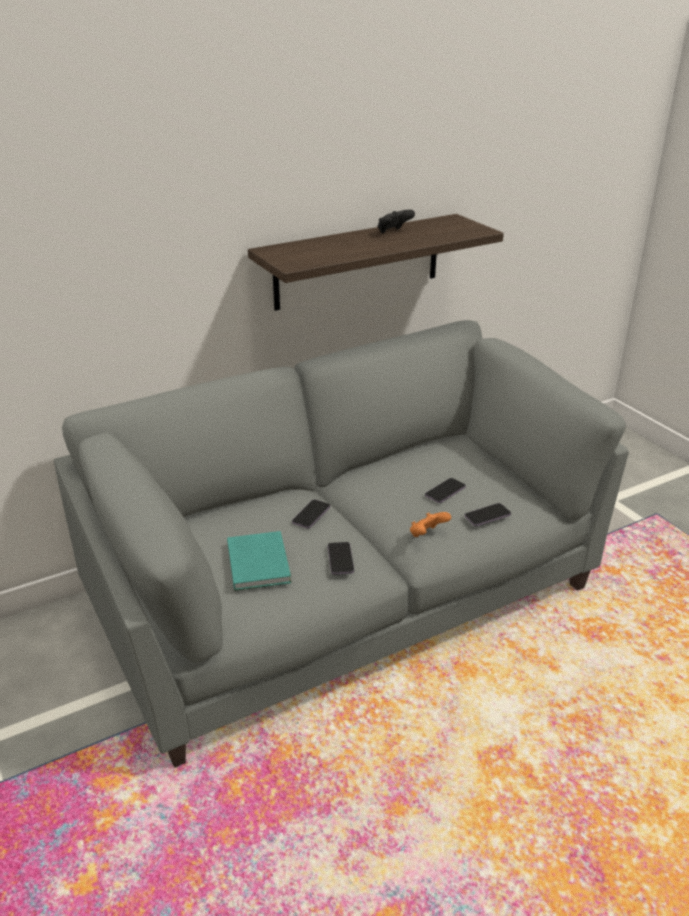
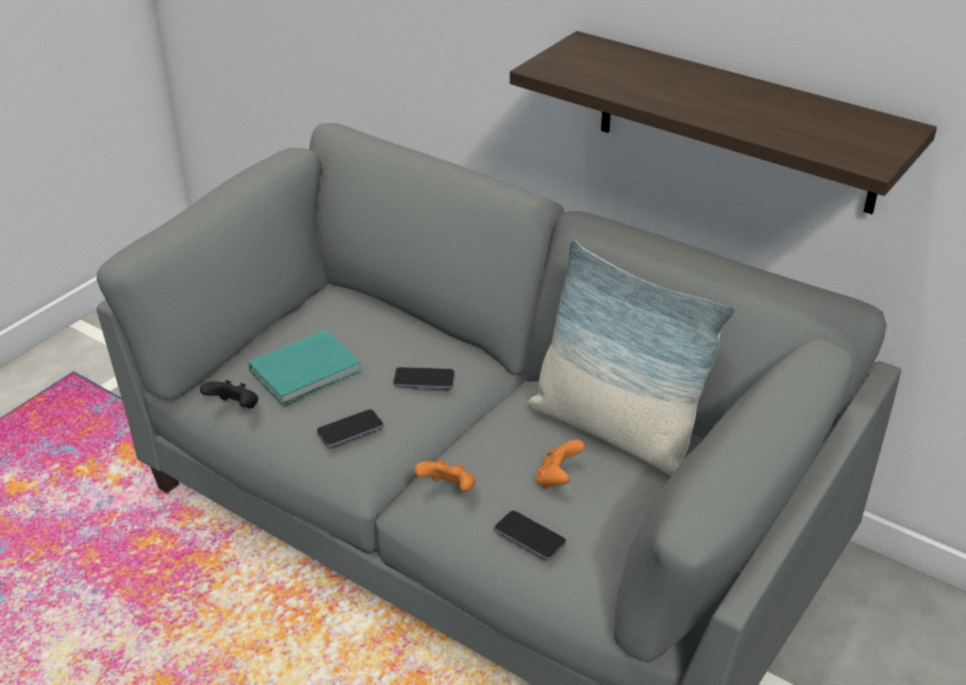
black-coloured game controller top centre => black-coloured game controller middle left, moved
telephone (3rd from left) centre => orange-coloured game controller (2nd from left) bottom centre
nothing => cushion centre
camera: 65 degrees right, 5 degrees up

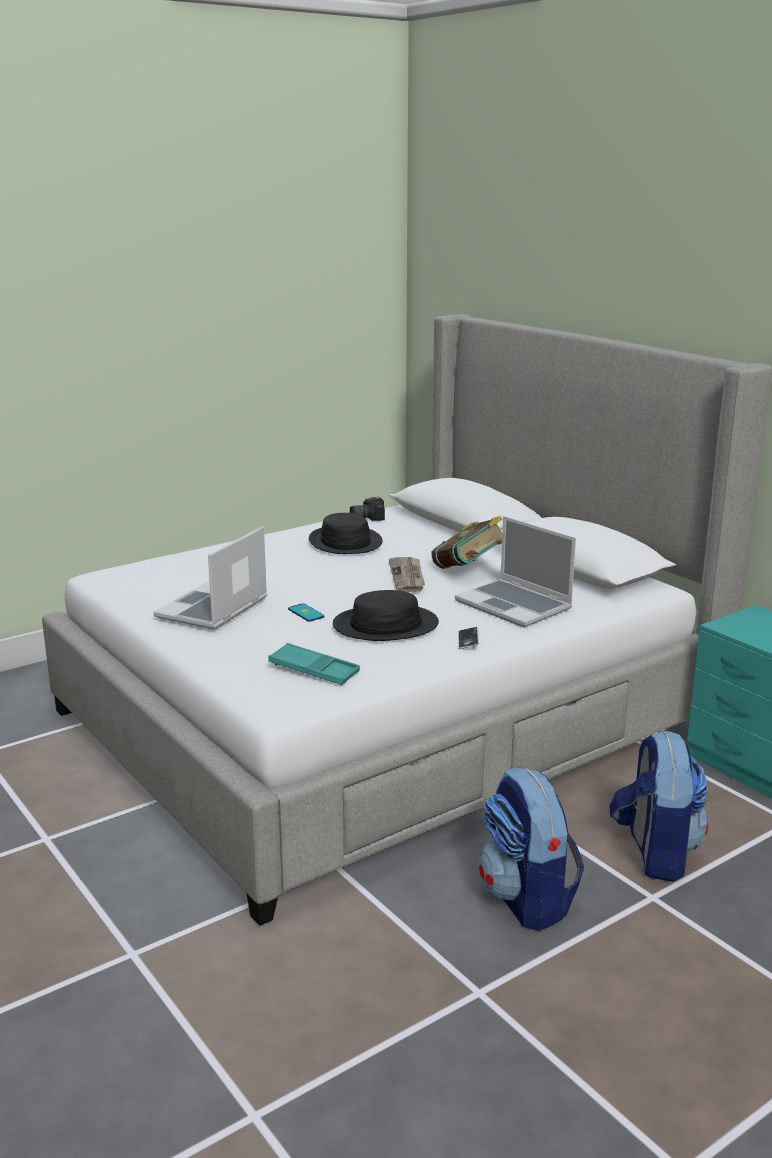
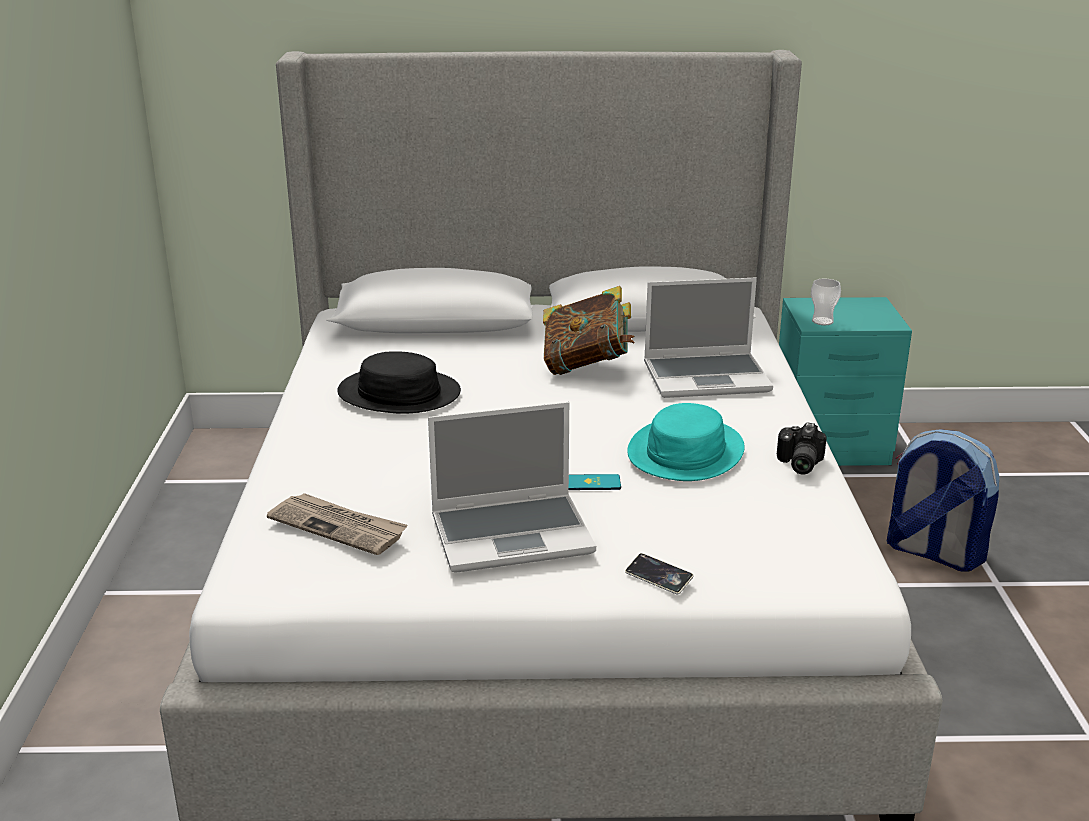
laptop (1st from left) middle left => laptop (1st from left) centre, 75 degrees counterclockwise
blue-green serving tray centre => nothing
black-coloured hat (2nd from left) centre => blue-green hat centre
still camera centre => still camera middle right, moved
newspaper centre => newspaper middle left, moved
telephone (2nd from left) centre => telephone (2nd from left) bottom centre, moved
backpack (1st from left) bottom right => nothing
nothing => small cup middle right
camera: 55 degrees left, 5 degrees up

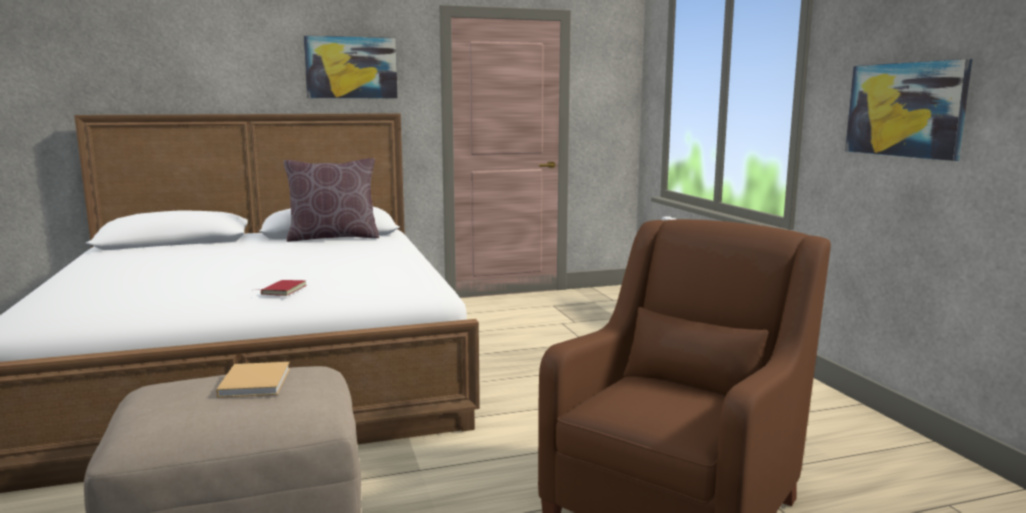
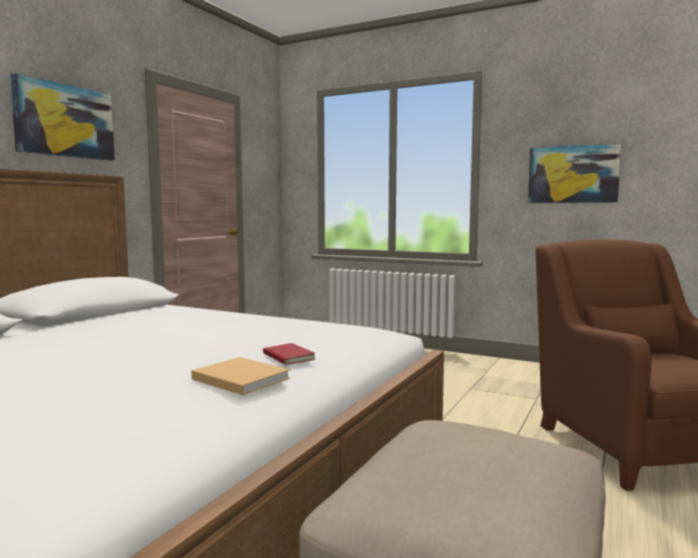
beige-coloured book bottom left => beige-coloured book bottom centre, moved
brownish cushion middle left => nothing
camera: 45 degrees left, 5 degrees down

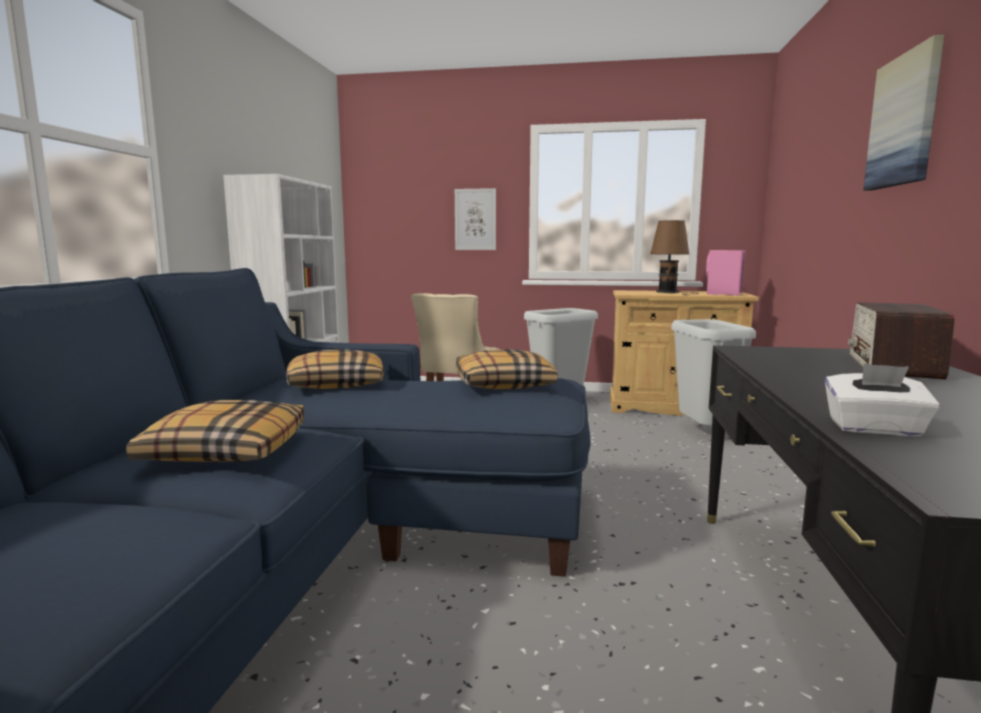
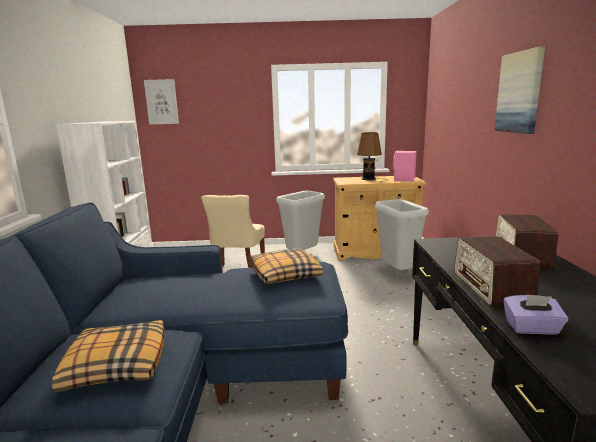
cushion (2nd from left) centre => nothing
wall art (1st from left) top centre => wall art (1st from left) top left, moved
whitish box of tissues middle right => purple box of tissues bottom right
nothing => radio (1st from left) middle right
camera: 10 degrees left, 5 degrees up

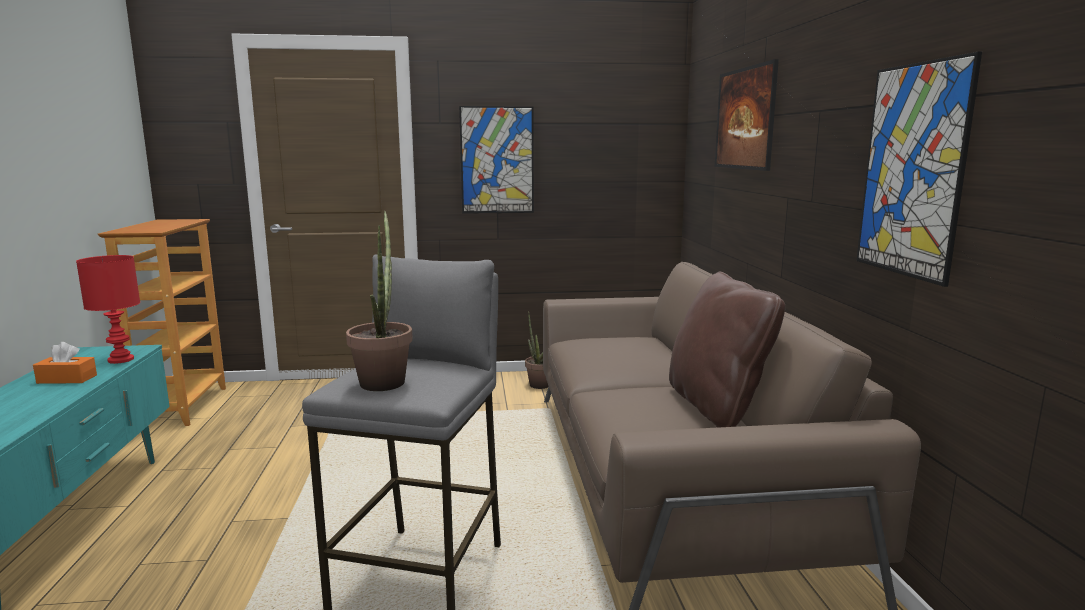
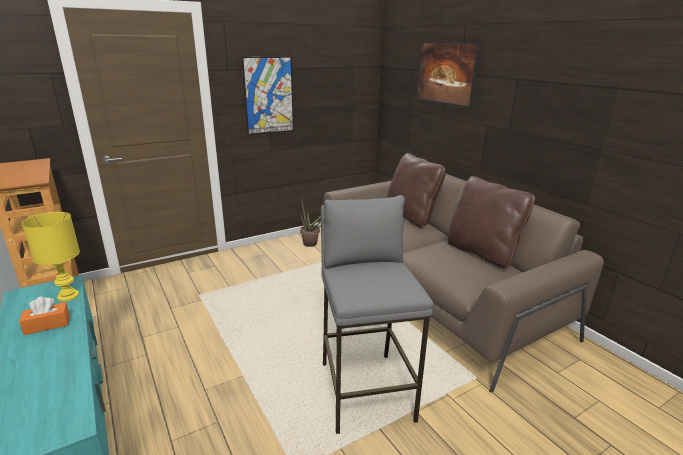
reddish tabletop lamp middle left => yellowish tabletop lamp middle left
potted plant (1st from left) centre => nothing
wall art (3rd from left) top right => nothing
nothing => brownish cushion (1st from left) centre
camera: 25 degrees left, 10 degrees up

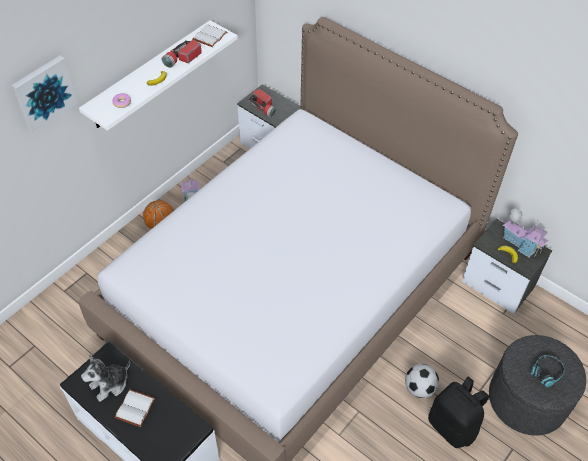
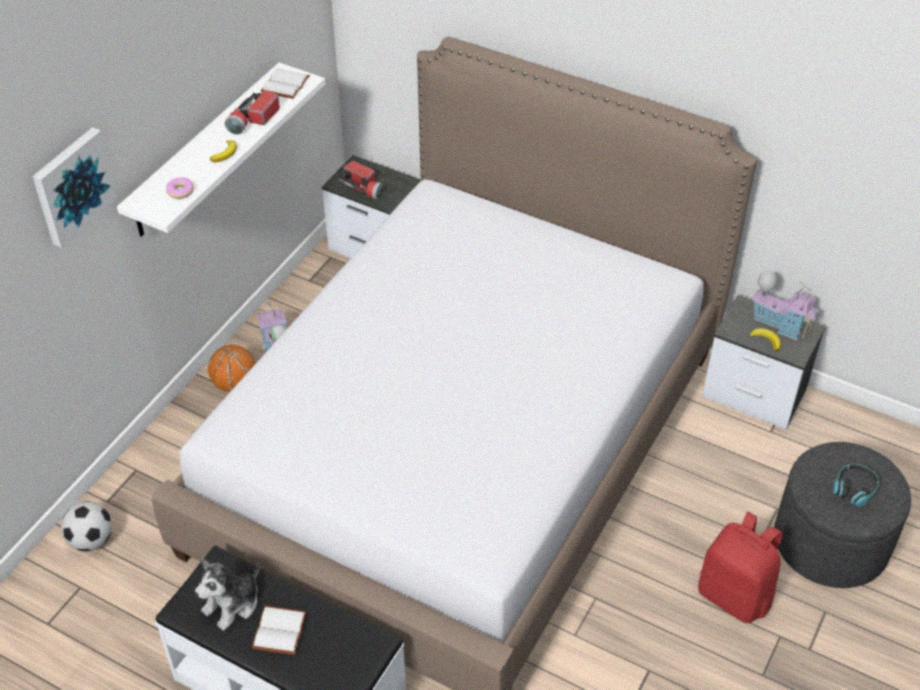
football bottom right => football bottom left, moved
black-coloured backpack bottom right => reddish backpack bottom right
camera: 10 degrees left, 5 degrees down

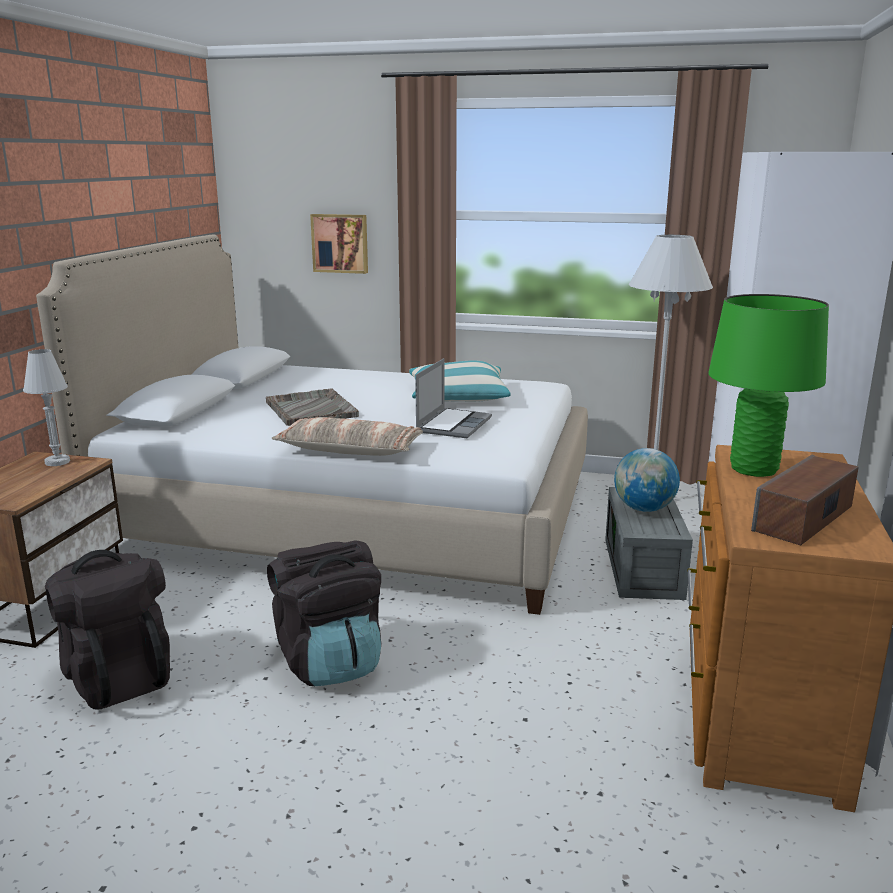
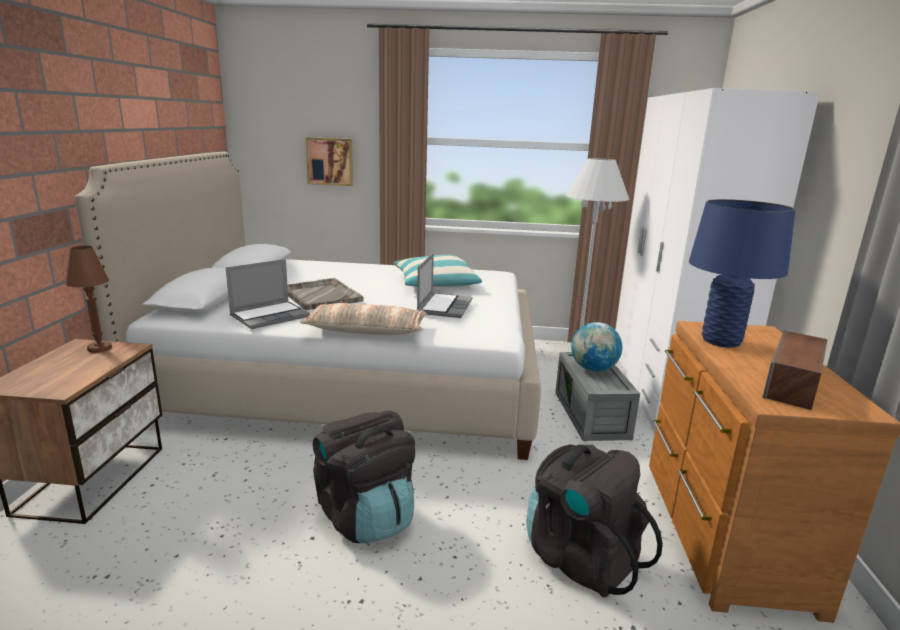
whitish tabletop lamp middle left => brownish tabletop lamp middle left
black-coloured backpack (1st from left in the first image) bottom left => black-coloured backpack (2nd from left) bottom centre, moved
green-coloured tabletop lamp middle right => bluish tabletop lamp middle right
nothing => laptop (1st from left) middle left
camera: 10 degrees left, 0 degrees up

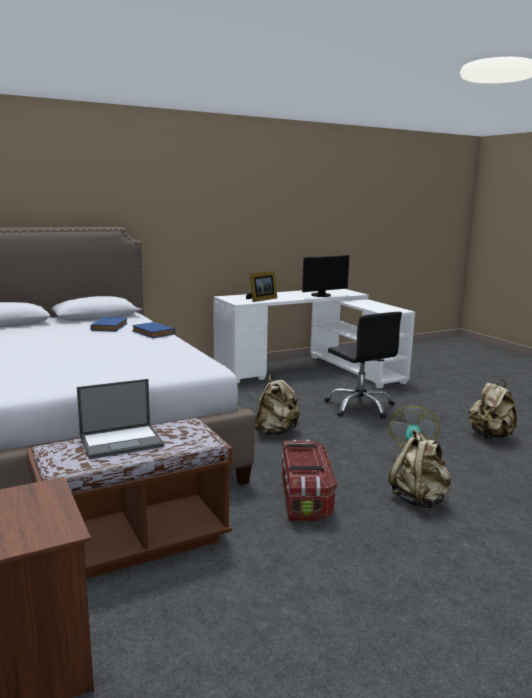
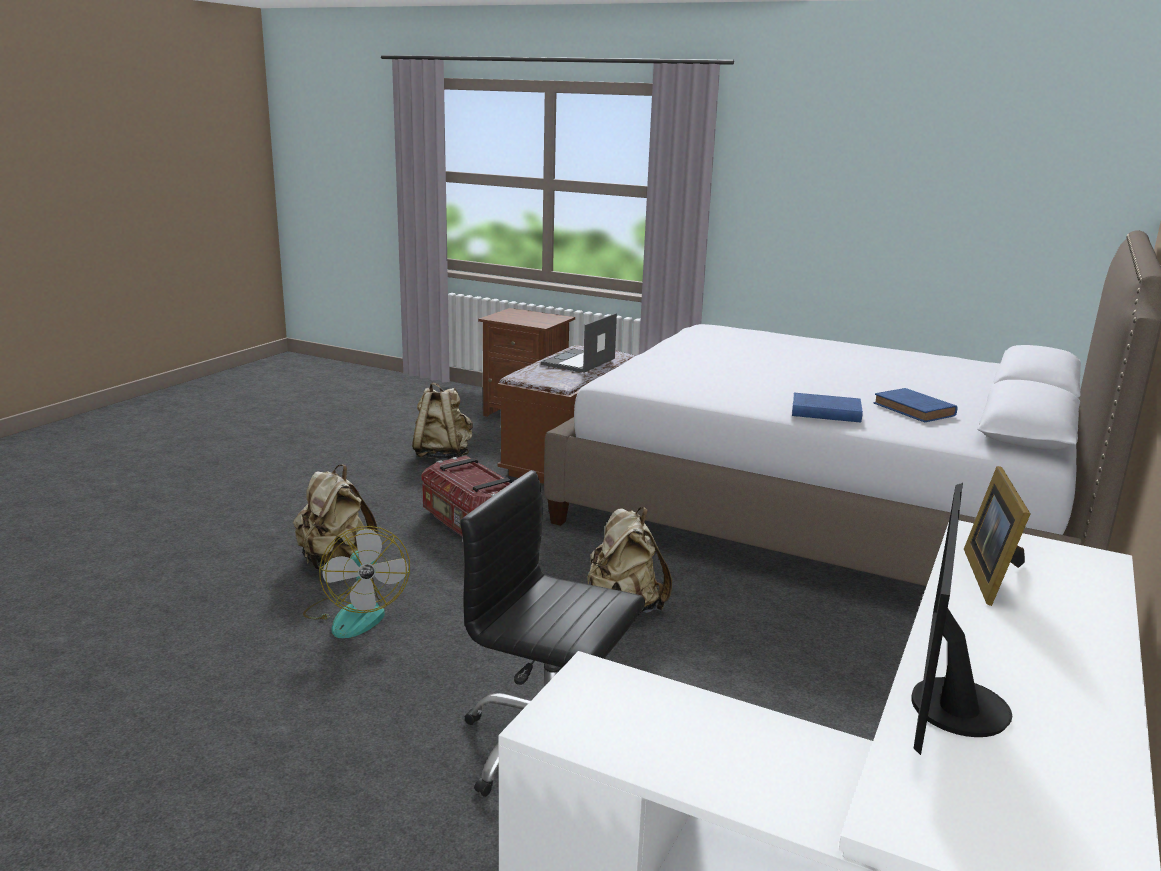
beige-coloured backpack (3rd from left in the first image) middle right => beige-coloured backpack (2nd from left) centre, moved
camera: 145 degrees right, 5 degrees up

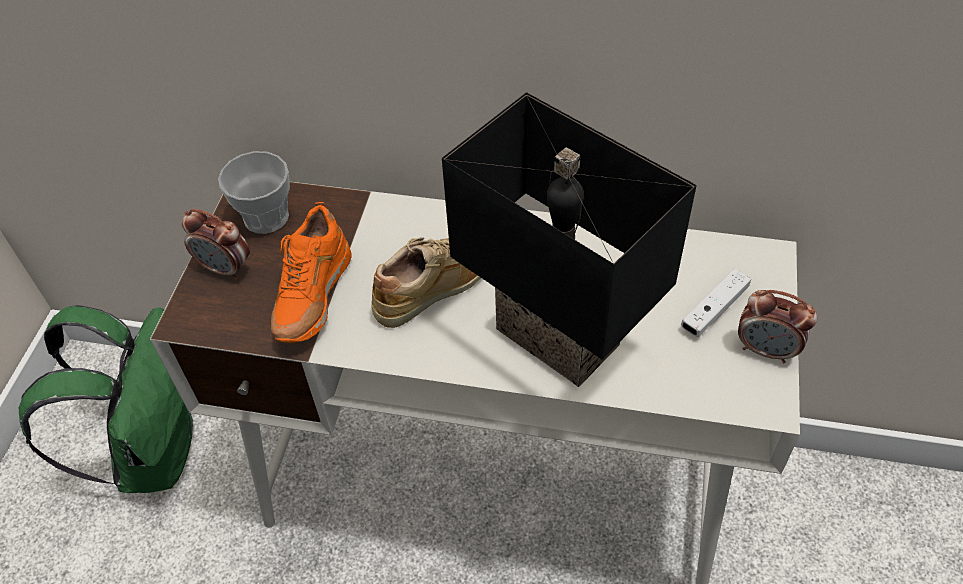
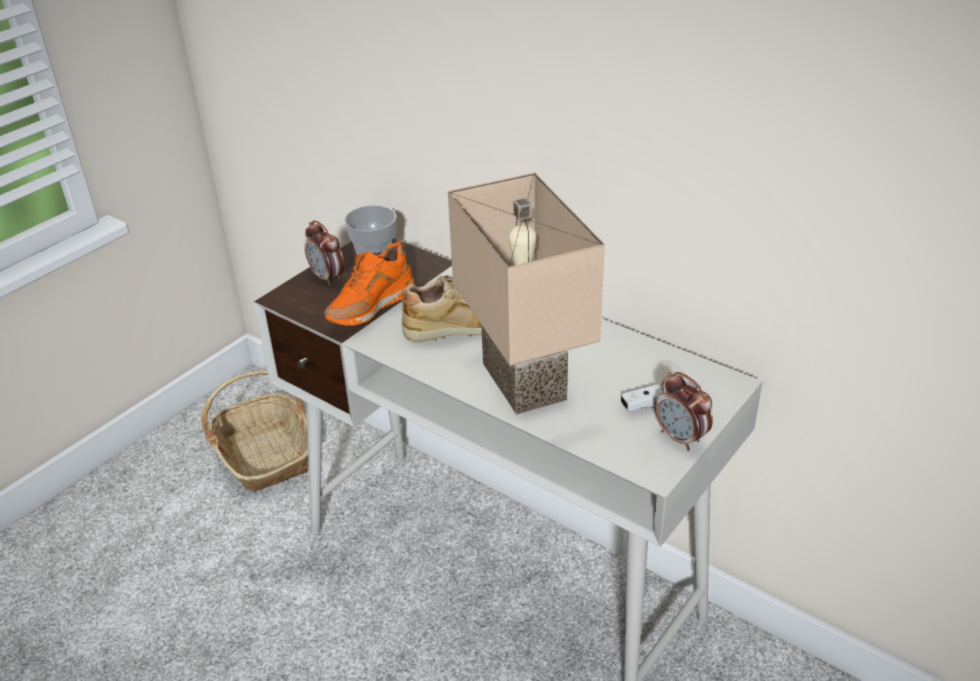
green-coloured backpack bottom left => storage basket middle left
black-coloured tabletop lamp centre => beige-coloured tabletop lamp centre
camera: 25 degrees right, 15 degrees down

